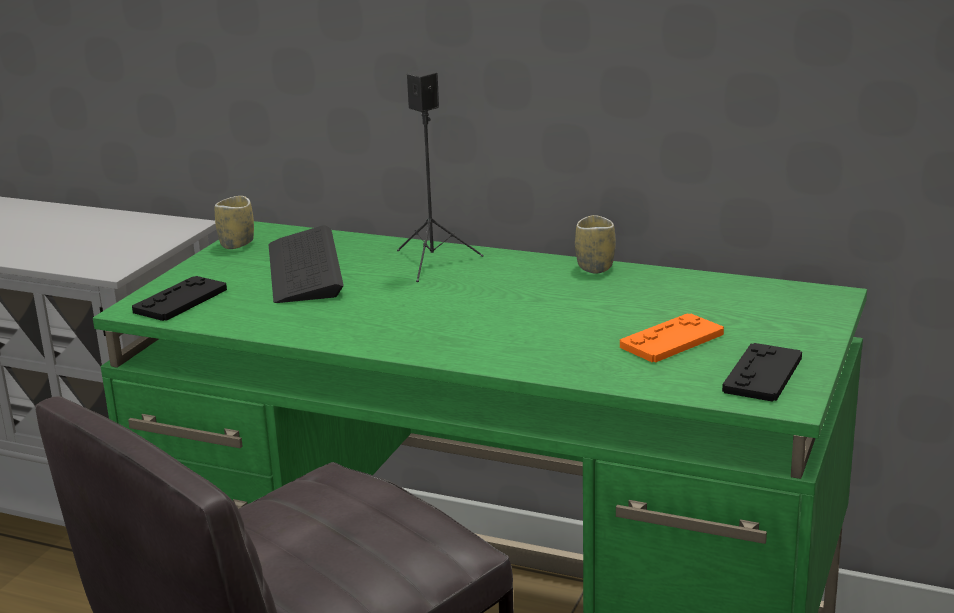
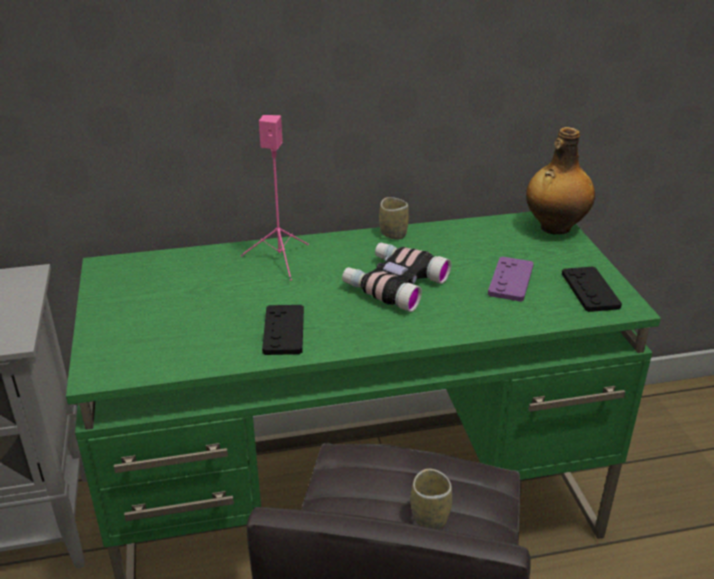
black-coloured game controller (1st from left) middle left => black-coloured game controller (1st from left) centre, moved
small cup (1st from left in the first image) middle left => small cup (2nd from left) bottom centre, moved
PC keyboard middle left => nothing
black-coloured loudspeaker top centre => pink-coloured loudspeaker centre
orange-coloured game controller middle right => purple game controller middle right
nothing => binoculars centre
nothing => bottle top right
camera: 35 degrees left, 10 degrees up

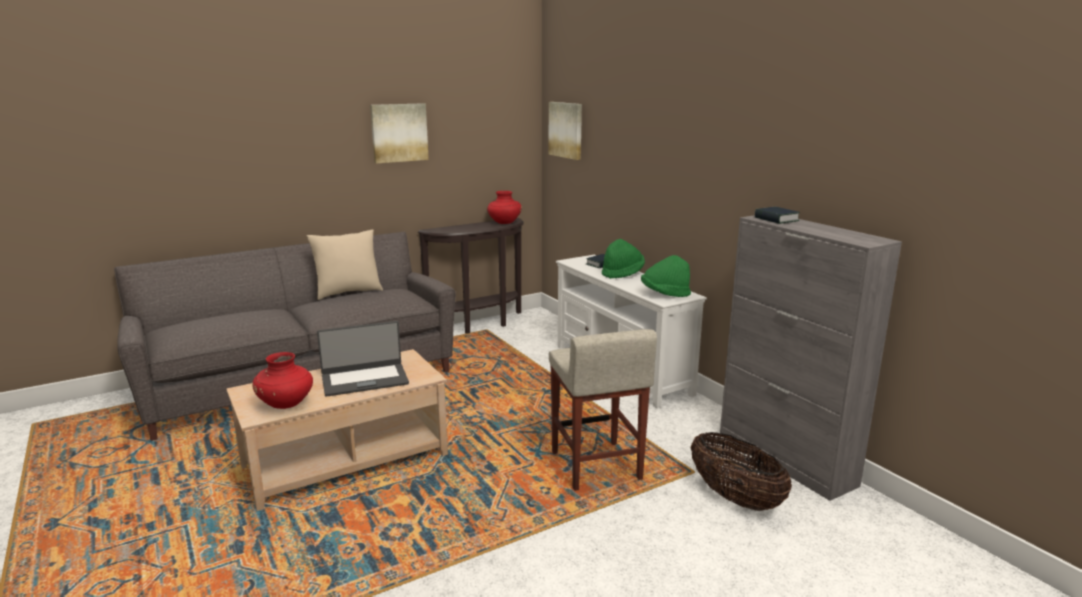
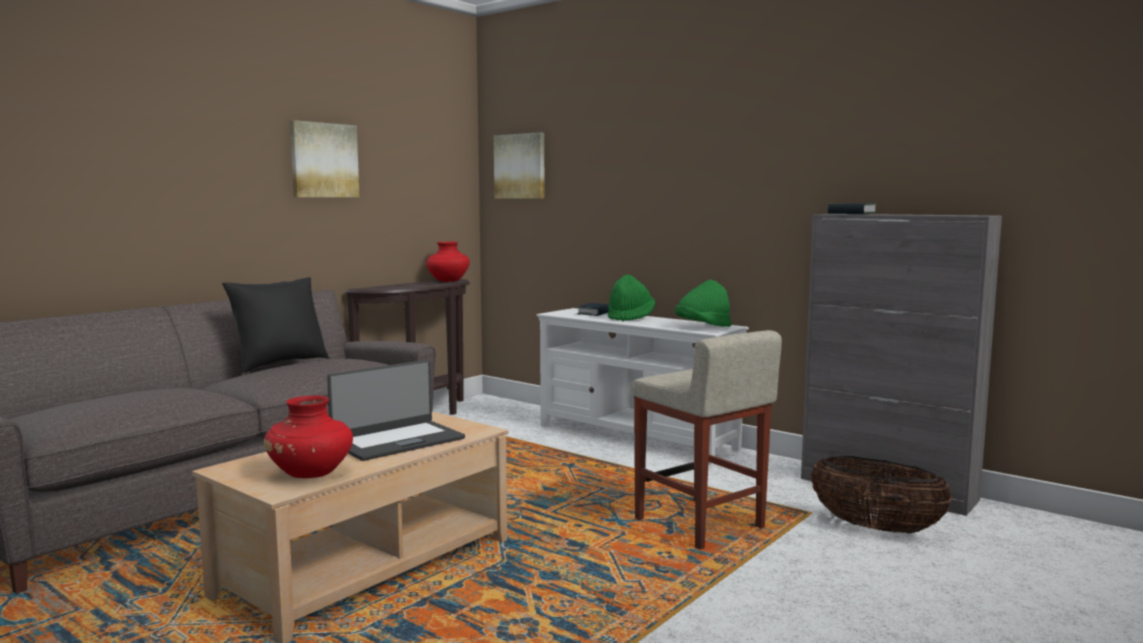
beige-coloured cushion middle left => black-coloured cushion middle left
camera: 20 degrees left, 10 degrees down

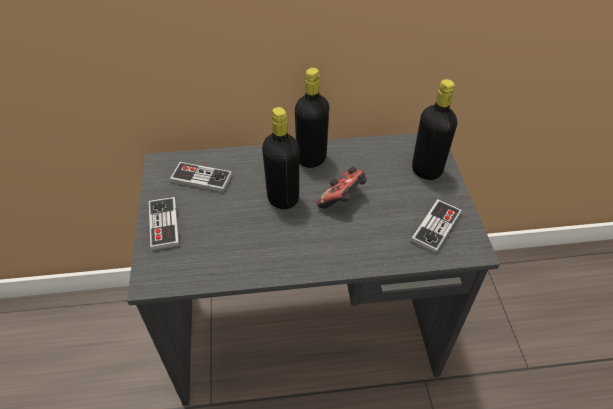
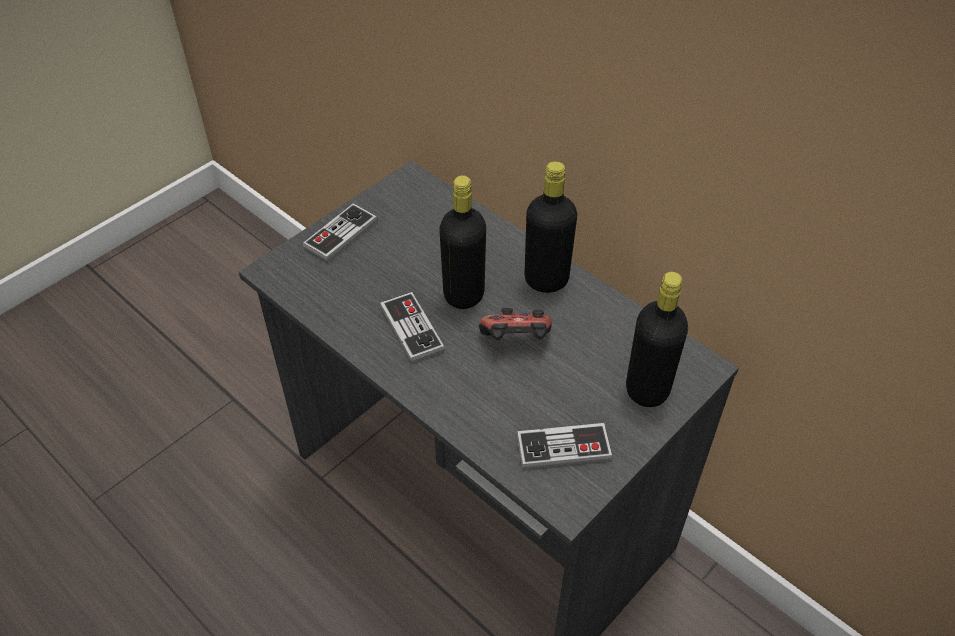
game controller (2nd from left) middle left => game controller (2nd from left) centre, moved
camera: 50 degrees right, 0 degrees up

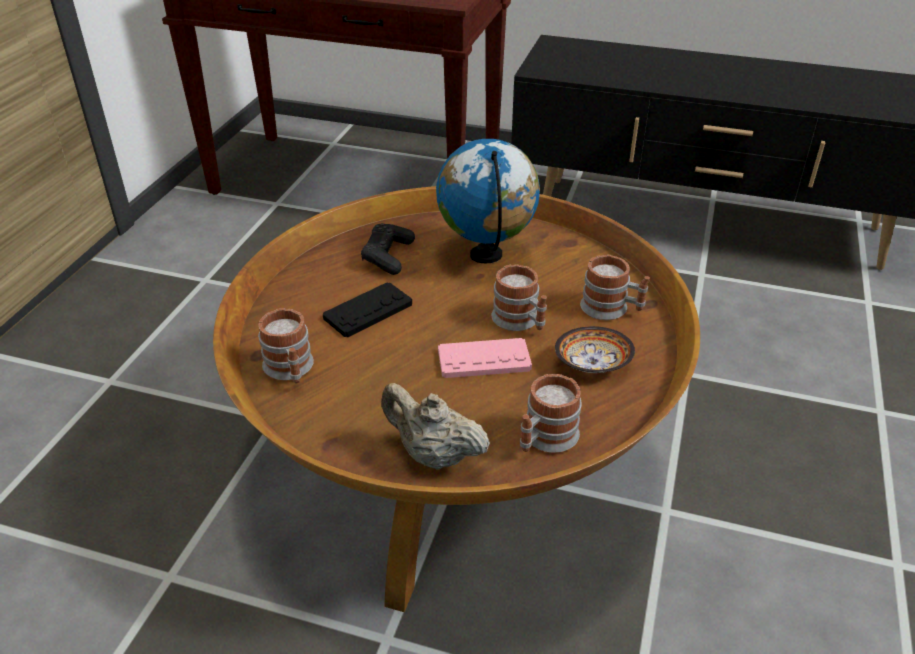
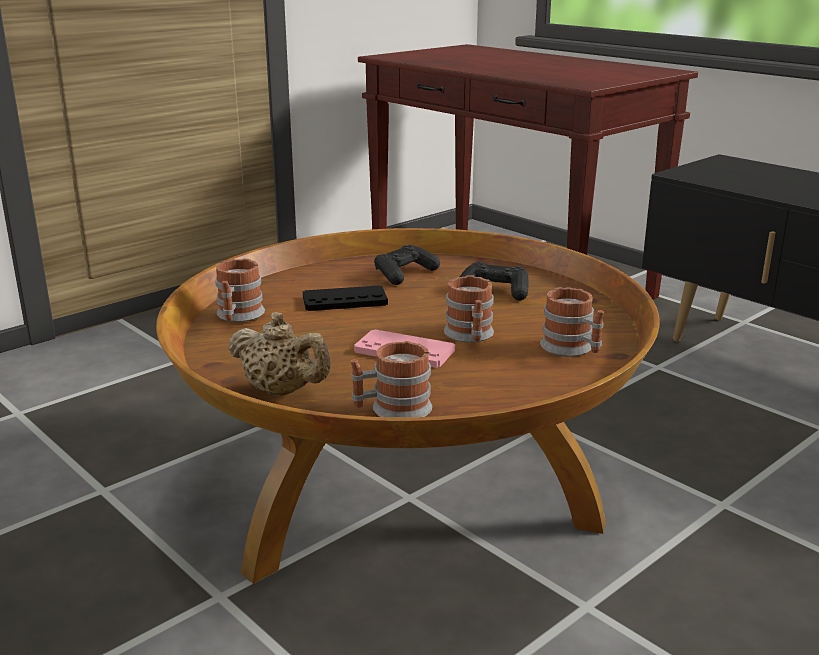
beige-coloured pot for tea centre, 150 degrees clockwise
world globe top centre => black-coloured game controller (3rd from left) centre
deep dish centre => nothing
camera: 30 degrees right, 15 degrees down

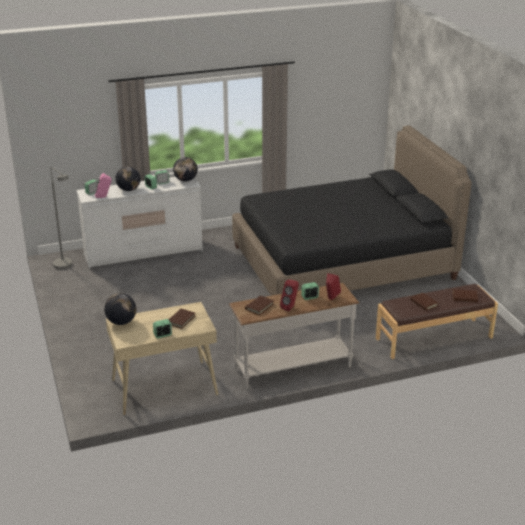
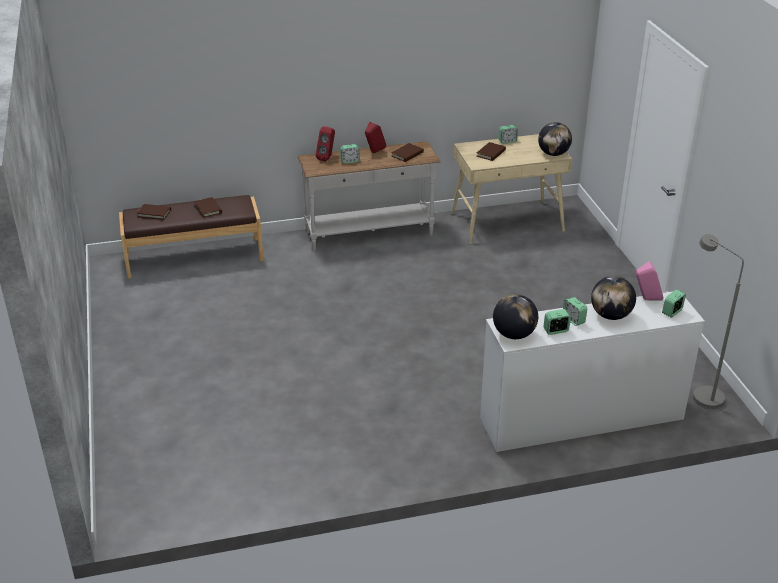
black-coloured bedroom bed middle right => nothing
camera: 175 degrees left, 5 degrees up

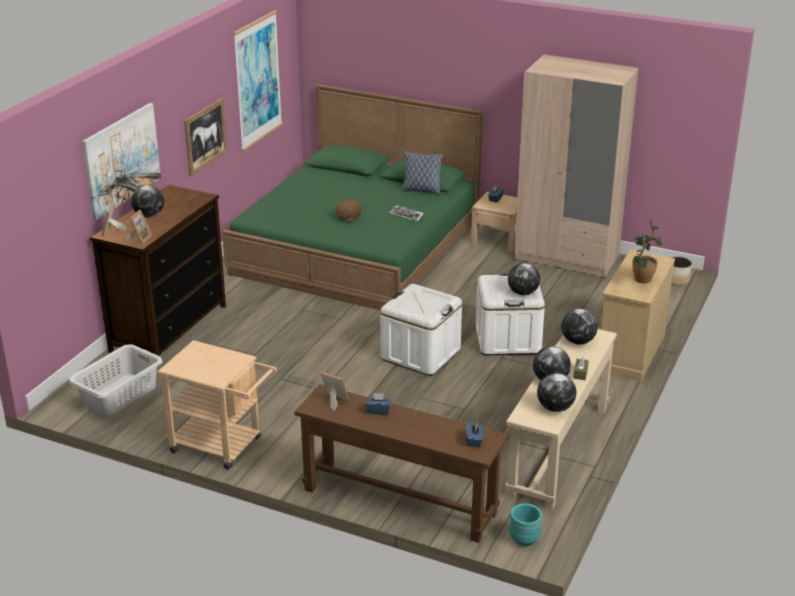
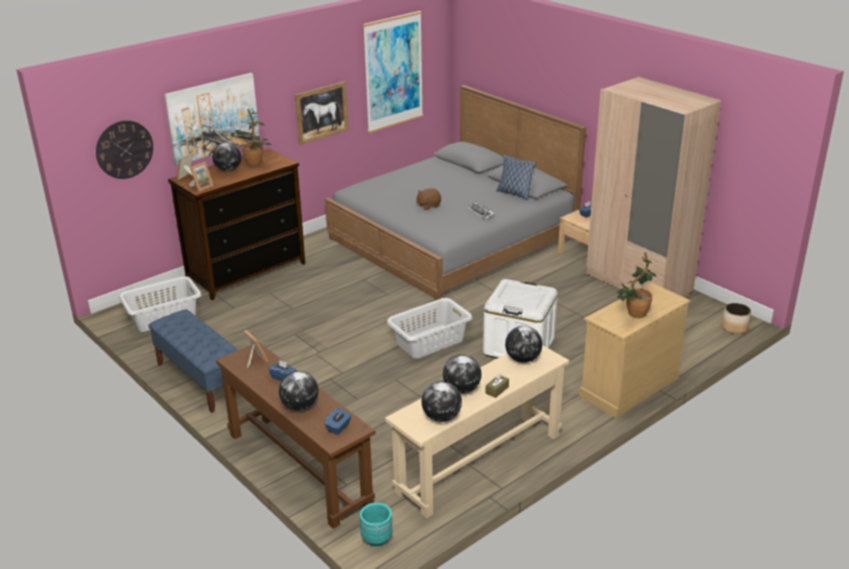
beige-coloured trolley bottom left => bluish bench middle left
green-coloured bedroom bed top centre => greyish bedroom bed centre
whitish storage box (1st from left) centre => greyish hamper (2nd from left) centre
world globe (2nd from left) centre => world globe (2nd from left) bottom centre, moved
nothing => wall clock top left
nothing => potted plant (1st from left) top left
camera: 25 degrees right, 0 degrees up

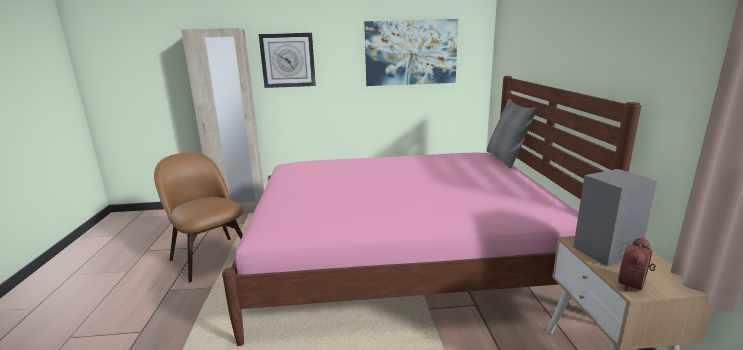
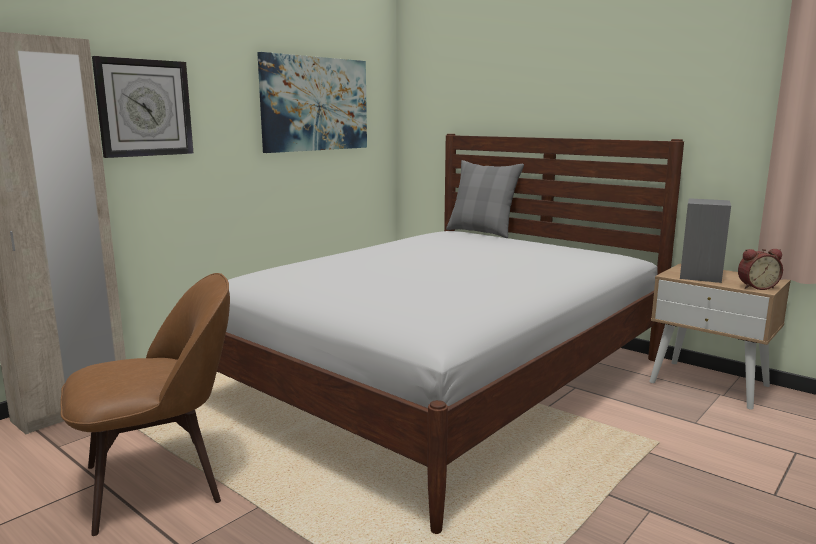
brownish upright chair middle left => brownish upright chair bottom left, 150 degrees clockwise
pink-coloured bedroom bed centre => whitish bedroom bed centre
table clock bottom right => table clock middle right, 90 degrees counterclockwise
camera: 45 degrees left, 5 degrees down

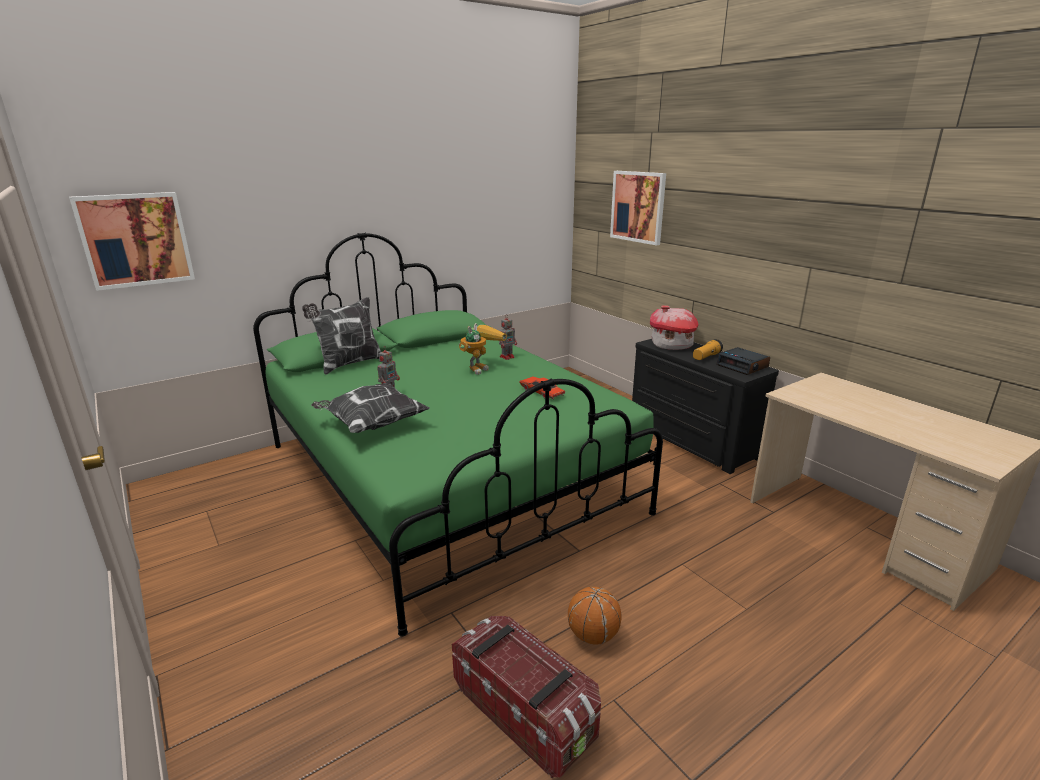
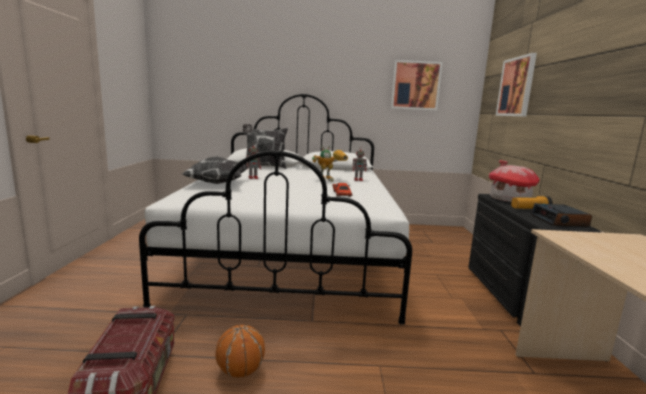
wall art (1st from left) top left => wall art (1st from left) top centre, moved
green-coloured bedroom bed centre => whitish bedroom bed centre
camera: 35 degrees right, 10 degrees down

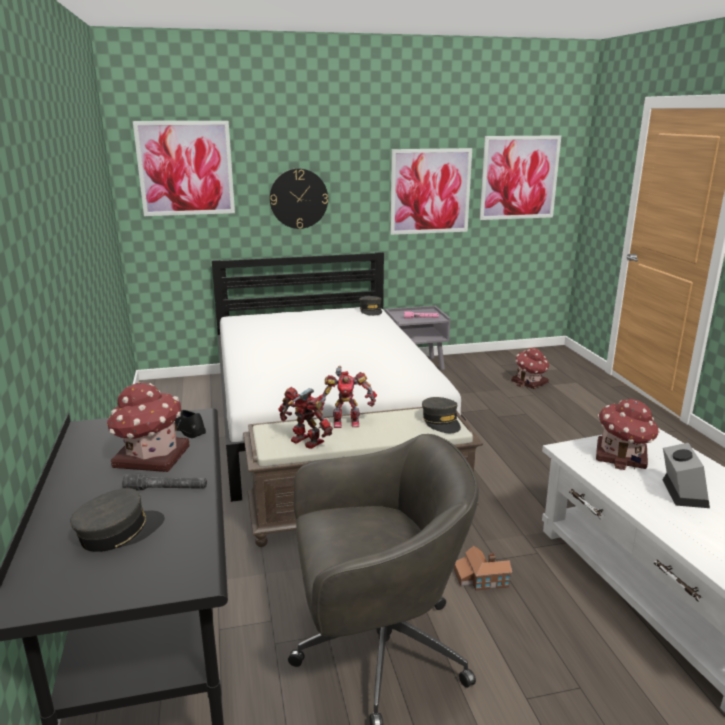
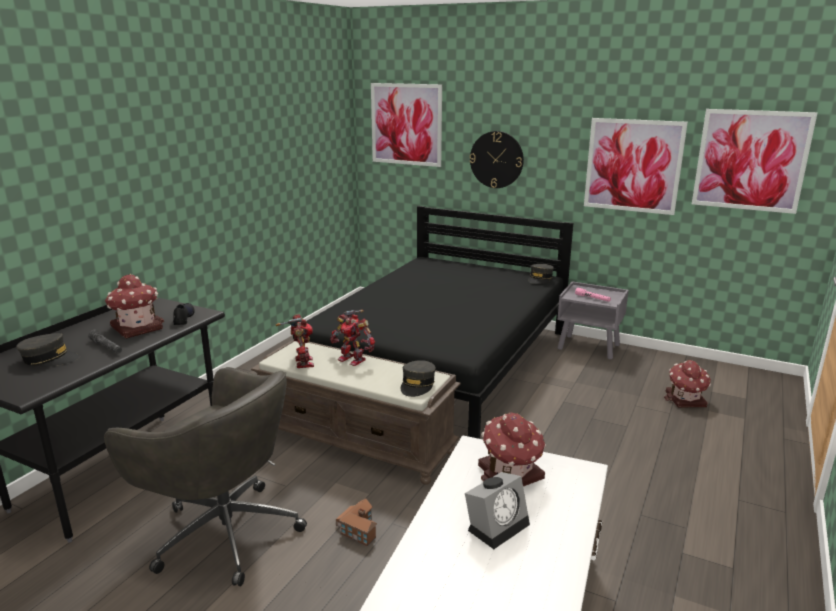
whitish bedroom bed centre => black-coloured bedroom bed centre
camera: 40 degrees right, 0 degrees up

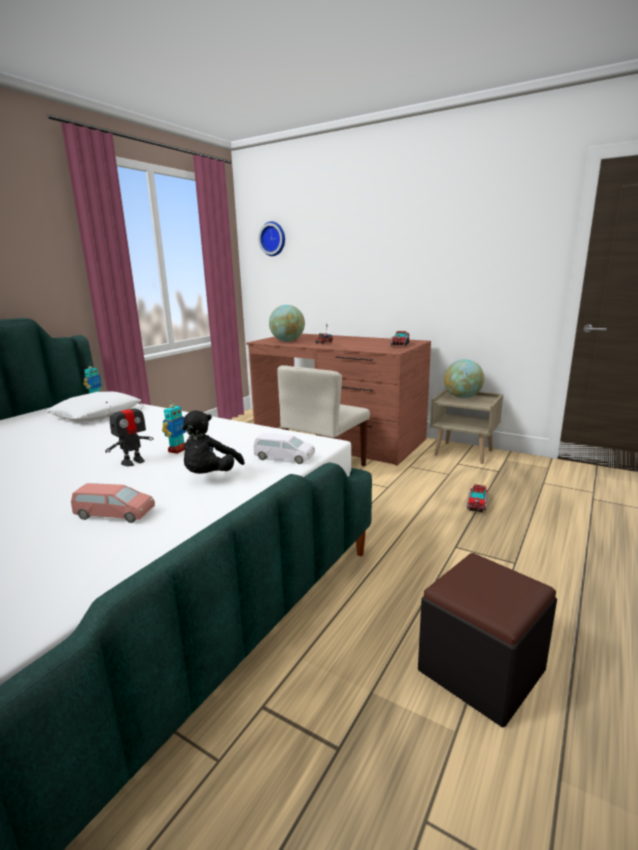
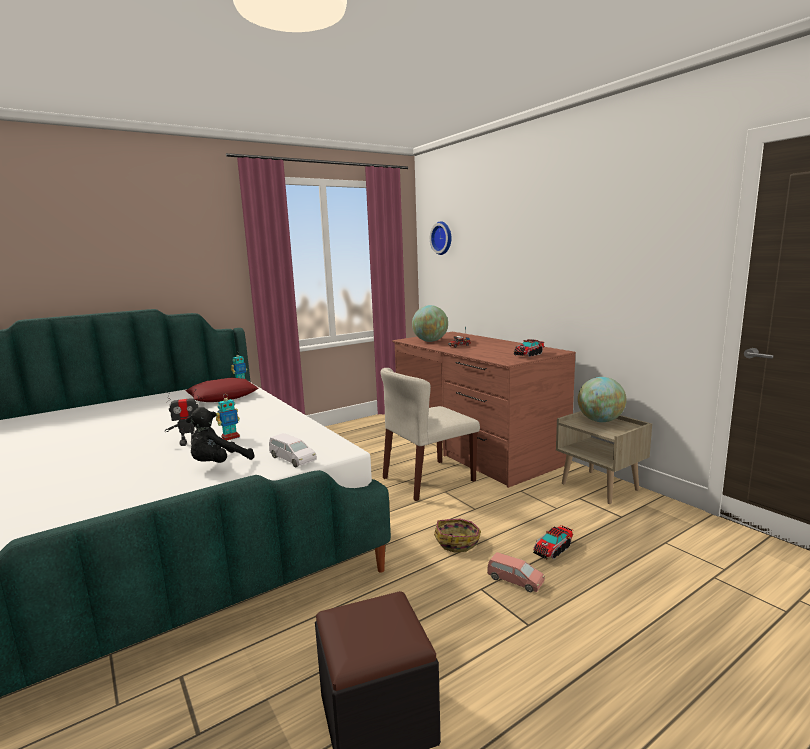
whitish cushion middle left => reddish cushion middle left
pink-coloured toy car middle left => pink-coloured toy car bottom centre, moved
nothing => storage basket bottom centre
camera: 25 degrees right, 5 degrees down

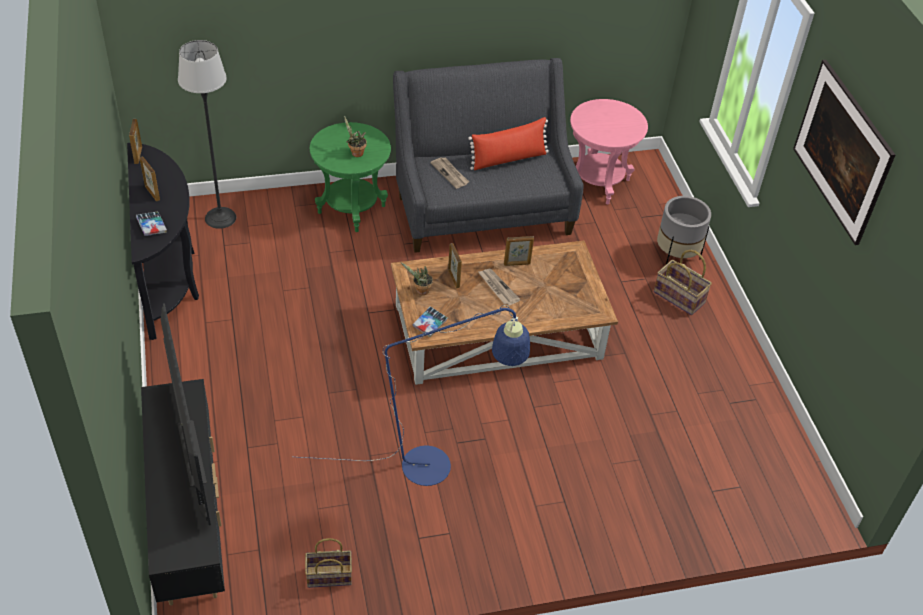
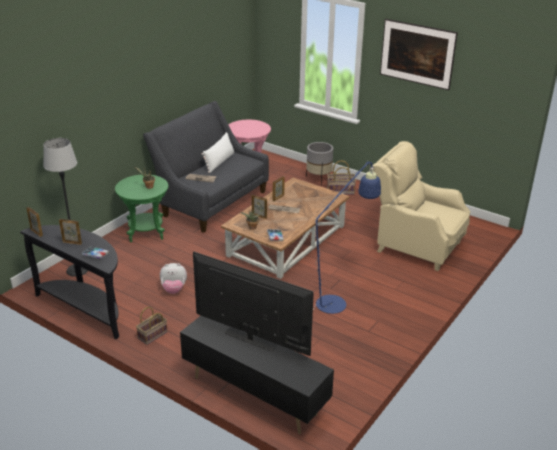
storage basket (1st from left) bottom centre => storage basket (1st from left) bottom left, moved
reddish cushion top centre => whitish cushion centre
nothing => soft toy middle left
nothing => beige-coloured lounge chair middle right
camera: 40 degrees left, 15 degrees down

